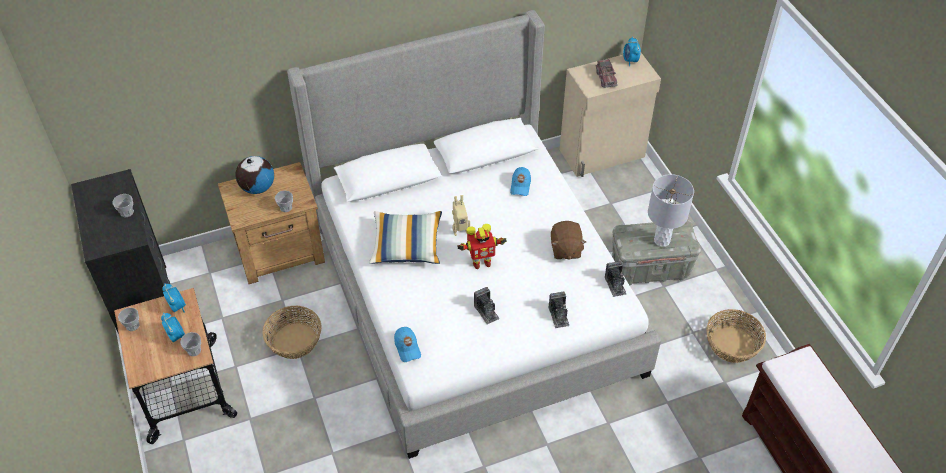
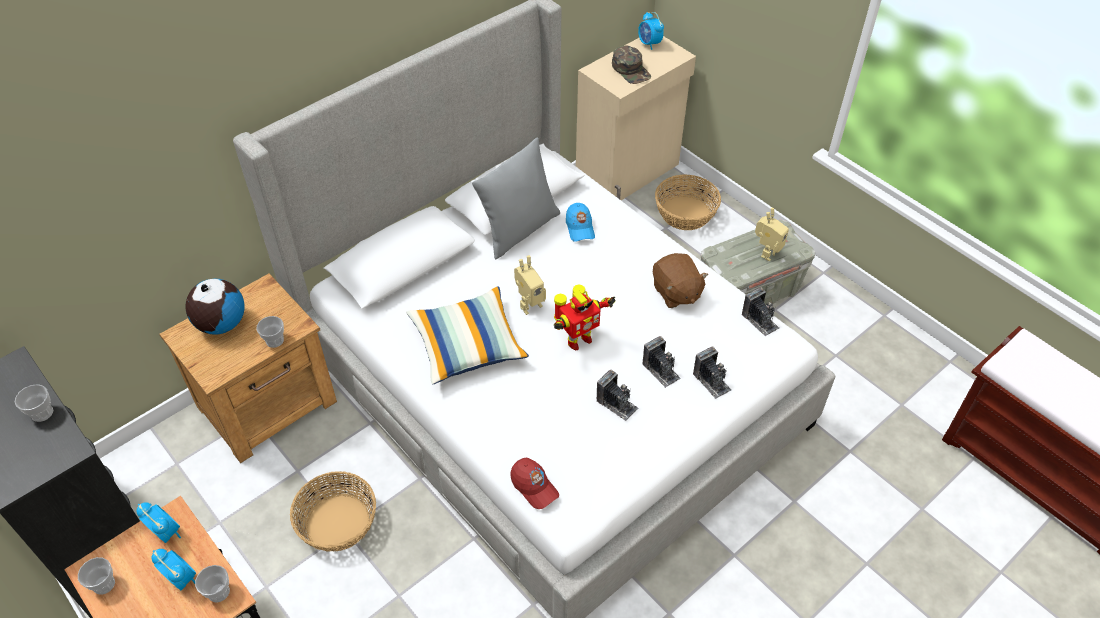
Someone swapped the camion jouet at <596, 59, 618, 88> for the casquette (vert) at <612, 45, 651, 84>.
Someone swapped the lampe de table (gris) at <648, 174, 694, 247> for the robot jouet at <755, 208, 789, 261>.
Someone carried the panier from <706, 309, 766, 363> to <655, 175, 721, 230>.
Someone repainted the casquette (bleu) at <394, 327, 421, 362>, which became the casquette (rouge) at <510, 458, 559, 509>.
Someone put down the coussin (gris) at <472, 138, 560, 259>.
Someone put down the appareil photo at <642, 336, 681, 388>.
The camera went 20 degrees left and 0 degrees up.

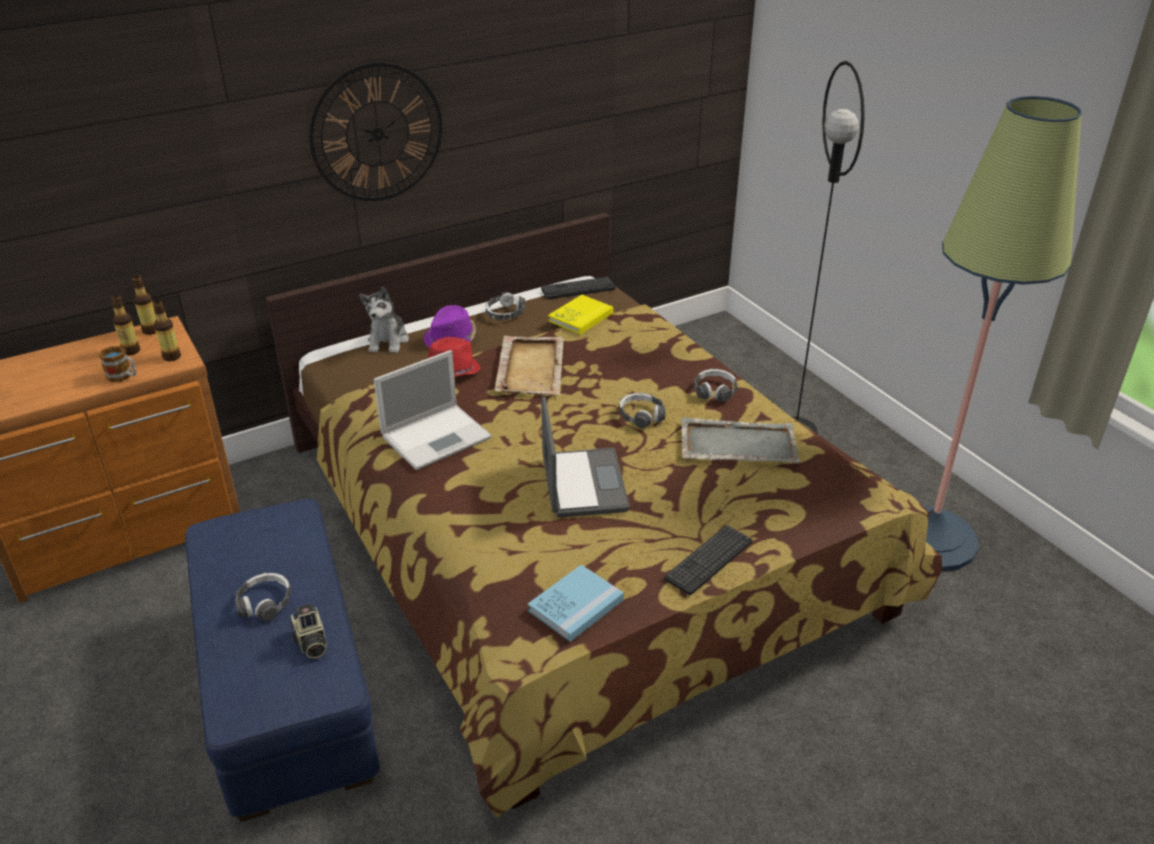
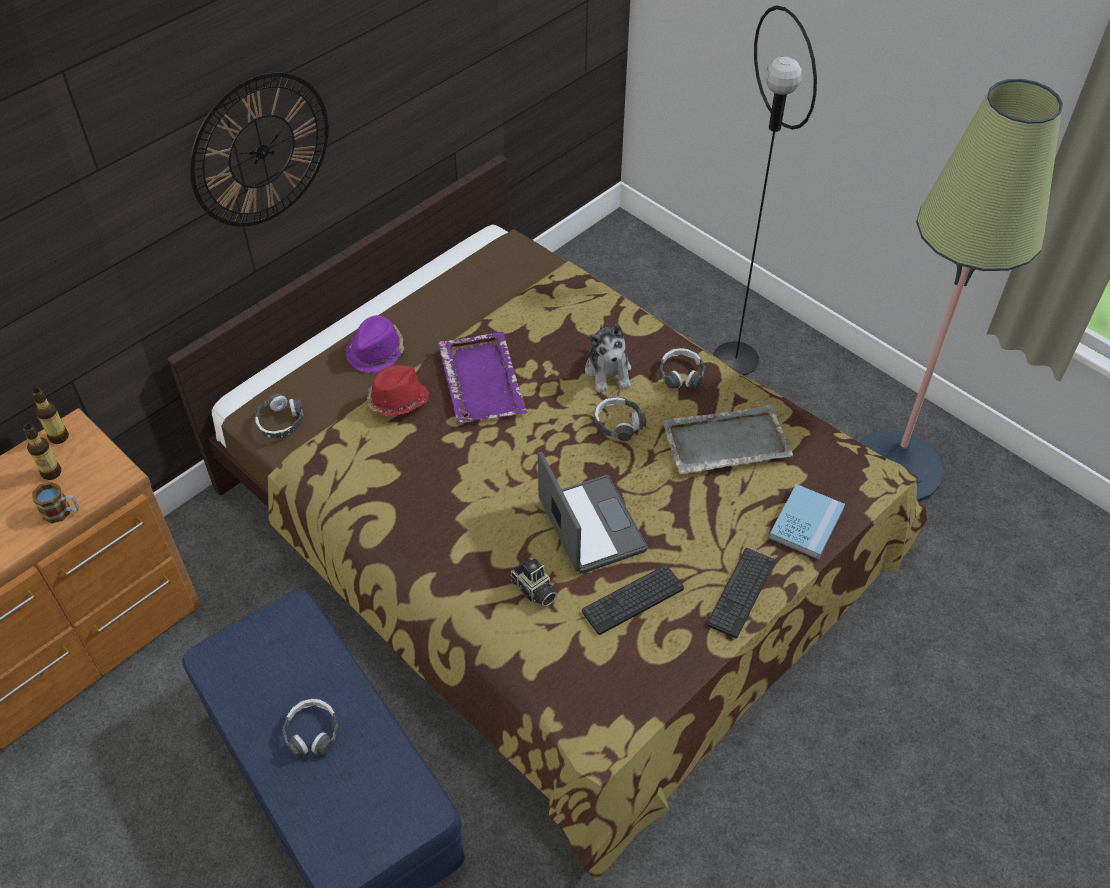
Someone carried the clavier from <541, 277, 615, 299> to <582, 565, 684, 635>.
Someone carried the peluche from <359, 287, 409, 353> to <585, 324, 631, 393>.
Someone carried the casque audio from <486, 292, 525, 320> to <255, 393, 304, 439>.
Someone took away the livre (jaune) at <548, 295, 614, 334>.
Someone took away the bouteille at <153, 300, 181, 361>.
Someone repainted the plateau (beige) at <495, 336, 564, 395>, which became the plateau (violet) at <438, 332, 527, 423>.
Someone took away the ordinateur portable at <374, 350, 492, 470>.
Someone carried the livre (bleu) from <528, 565, 624, 642> to <769, 484, 845, 559>.
Someone carried the appareil photo from <290, 604, 327, 659> to <509, 558, 557, 607>.
The camera went 15 degrees left and 15 degrees up.

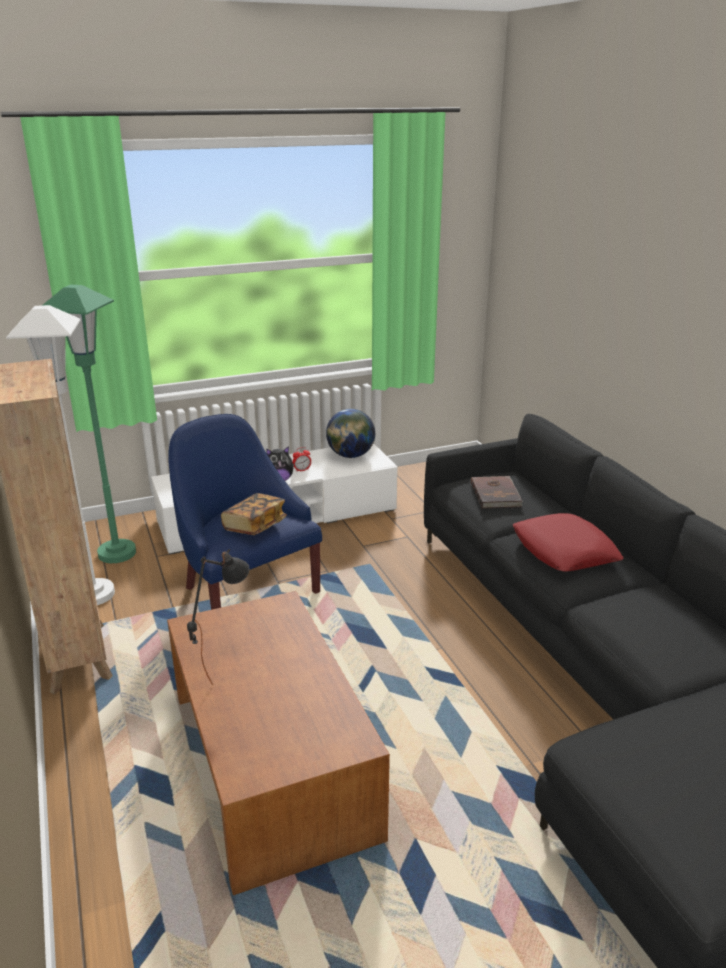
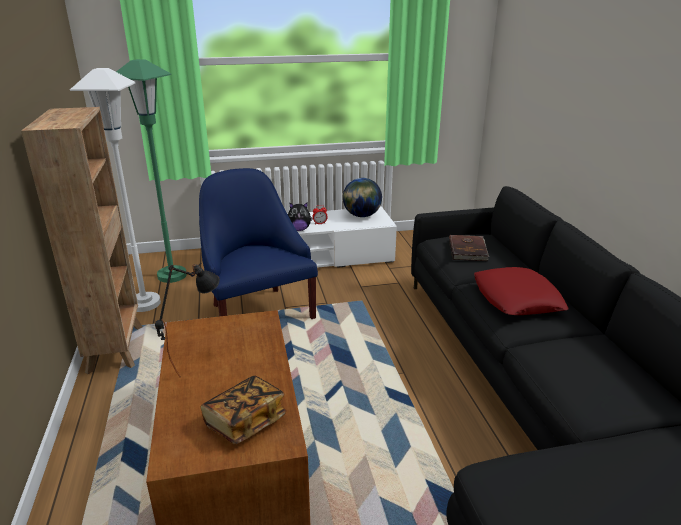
Someone carried the livre from <221, 493, 287, 535> to <201, 376, 286, 444>.
The camera went 10 degrees right and 0 degrees up.

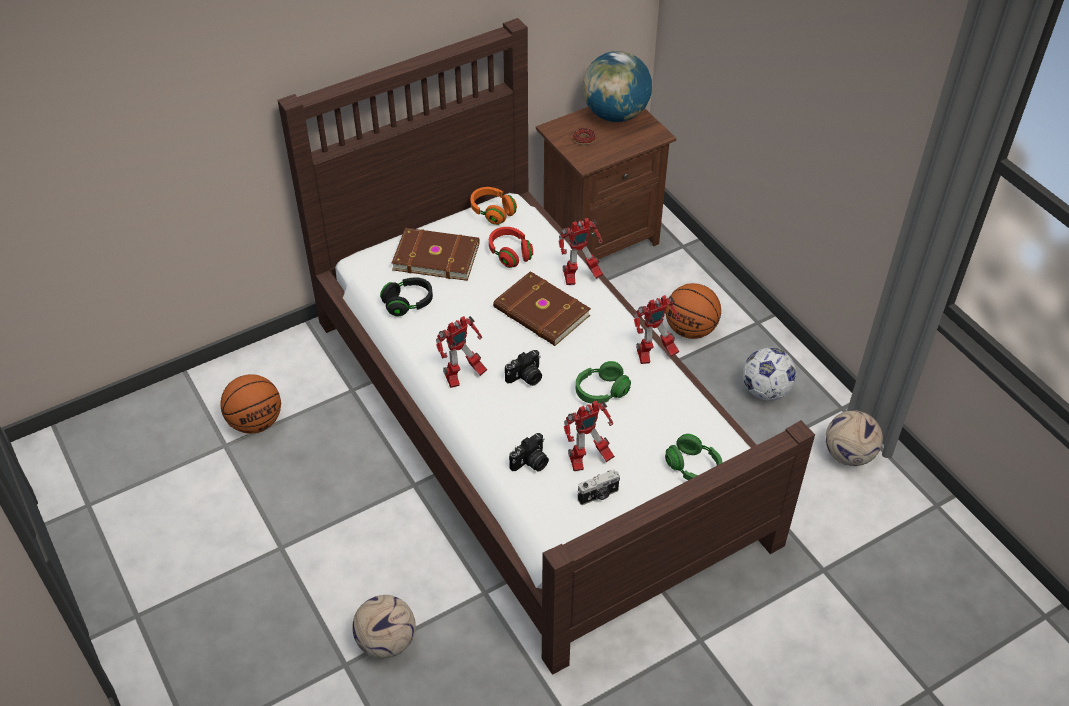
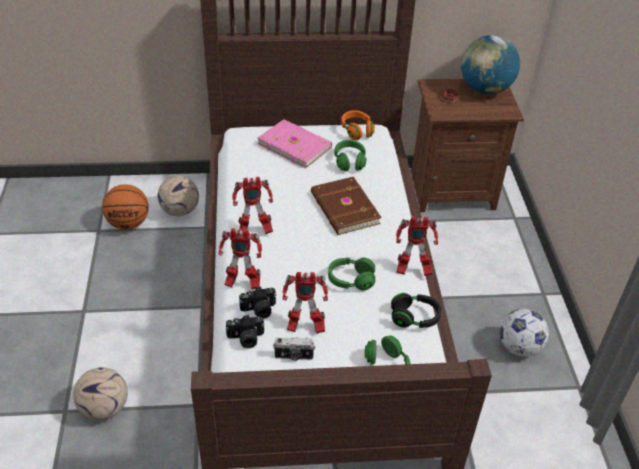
Someone carried the robot jouet from <558, 218, 603, 285> to <219, 228, 262, 289>.
Someone repainted the casque audio (rouge) at <489, 227, 533, 268>, which became the casque audio (vert) at <334, 140, 367, 171>.
Someone repainted the livre (marron) at <392, 228, 479, 281>, which became the livre (rose) at <258, 119, 332, 169>.
Someone carried the casque audio (noir) from <380, 277, 433, 316> to <391, 293, 441, 328>.
Someone took away the ballon de basket at <666, 283, 721, 339>.
Someone carried the appareil photo from <505, 350, 542, 386> to <226, 315, 265, 348>.
Someone carried the ballon de foot from <825, 410, 883, 466> to <158, 176, 199, 216>.
The camera went 25 degrees right and 5 degrees down.

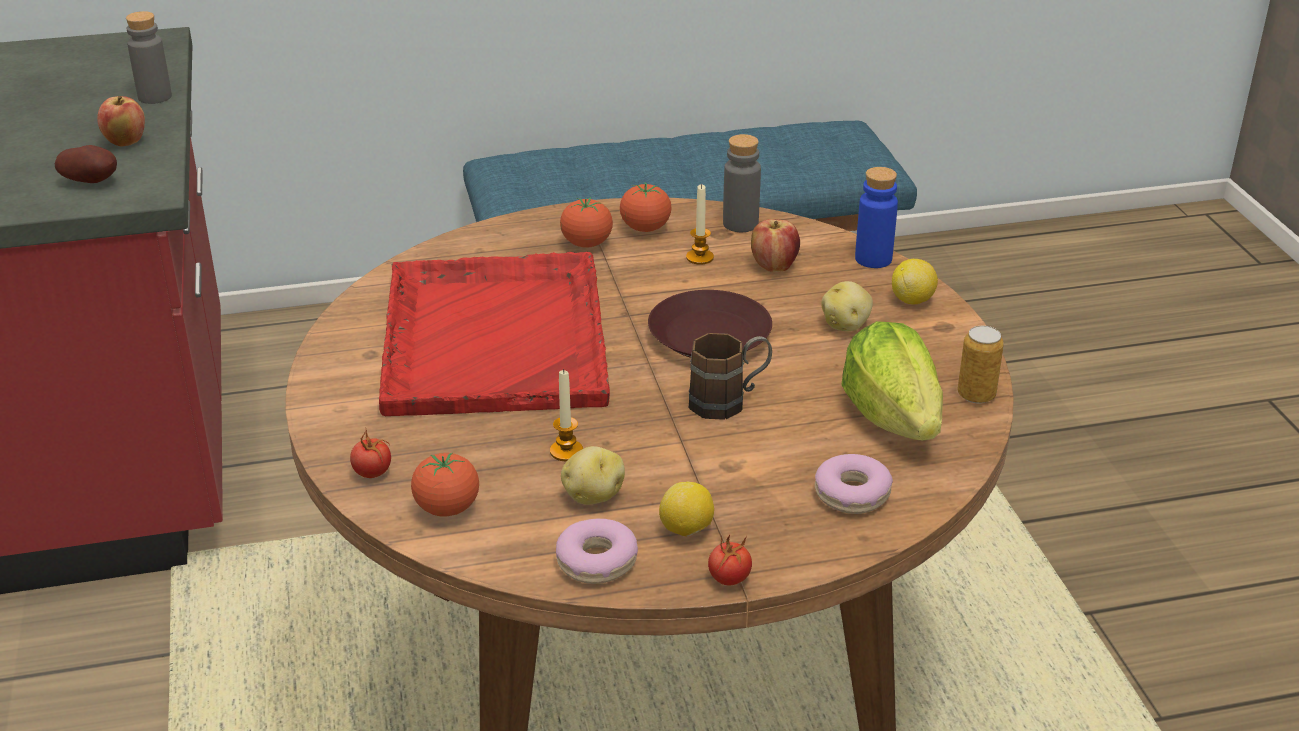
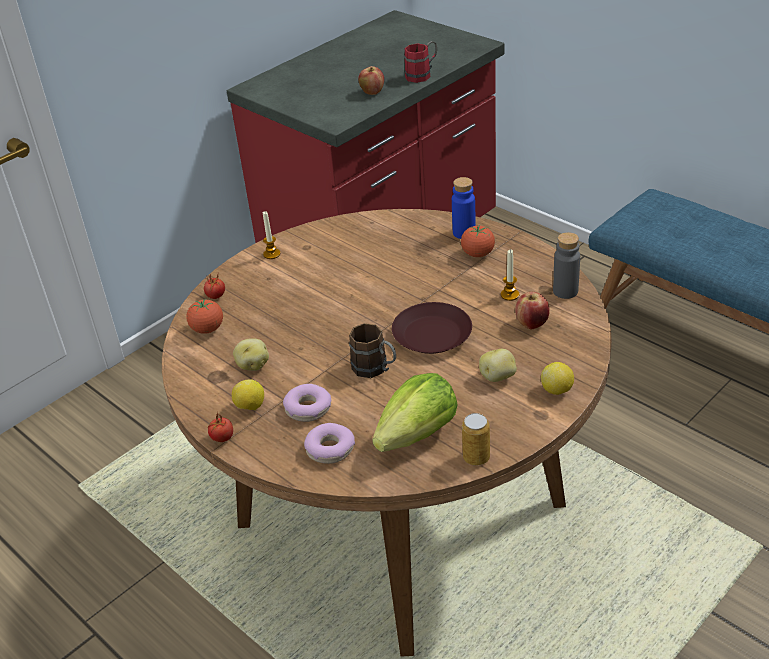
Someone swapped the bouteille (gris) at <126, 11, 172, 104> for the mug (rouge) at <404, 41, 437, 83>.
Someone took away the pomme de terre at <55, 145, 117, 183>.
Someone carried the bouteille (bleu) from <855, 167, 898, 268> to <452, 177, 476, 239>.
Someone took away the tomate at <620, 182, 671, 232>.
Someone took away the plateau (rouge) at <379, 252, 610, 416>.
Someone carried the bougie from <550, 369, 583, 461> to <263, 211, 280, 259>.
Someone carried the beignet from <556, 519, 638, 584> to <283, 384, 331, 422>.
The camera went 60 degrees right and 5 degrees up.

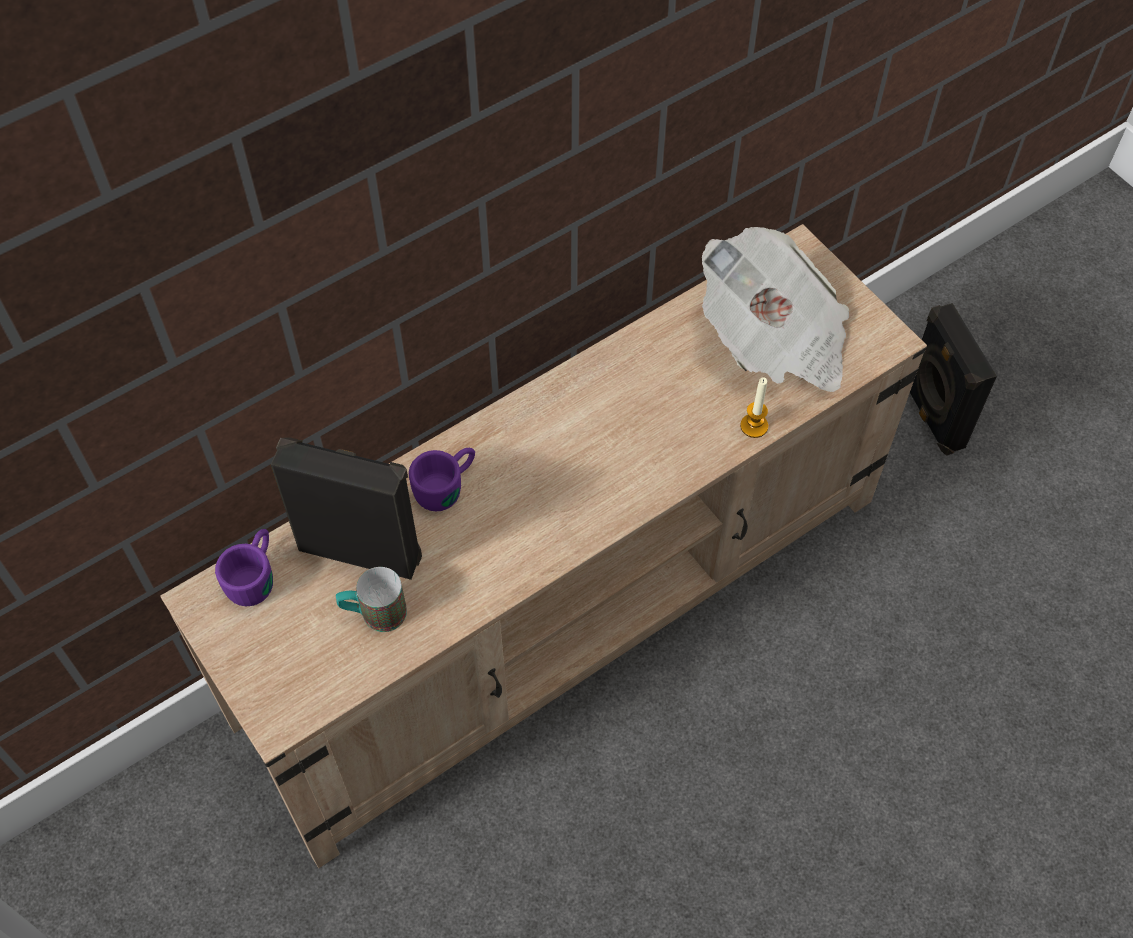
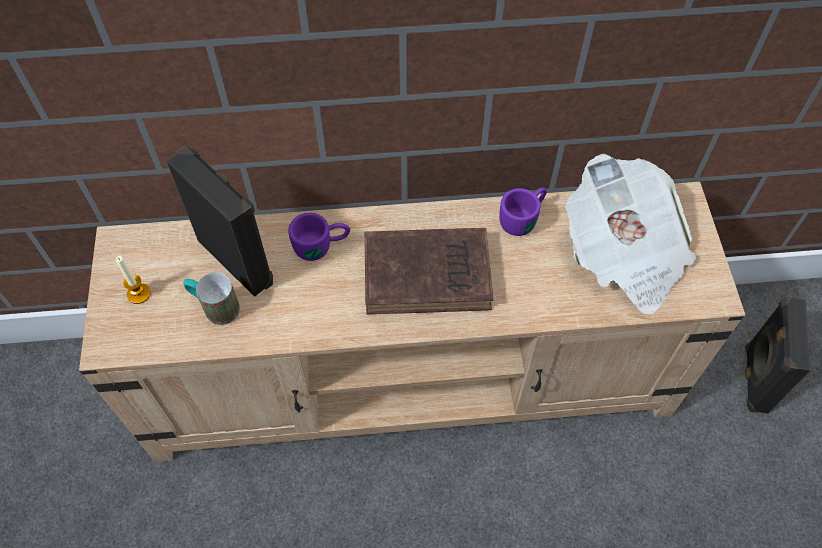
Someone carried the bougie from <740, 377, 768, 438> to <116, 256, 151, 304>.
Someone carried the mug (violet) from <215, 529, 273, 606> to <499, 187, 547, 236>.
Someone put down the livre (marron) at <364, 228, 493, 315>.
The camera went 30 degrees right and 0 degrees up.

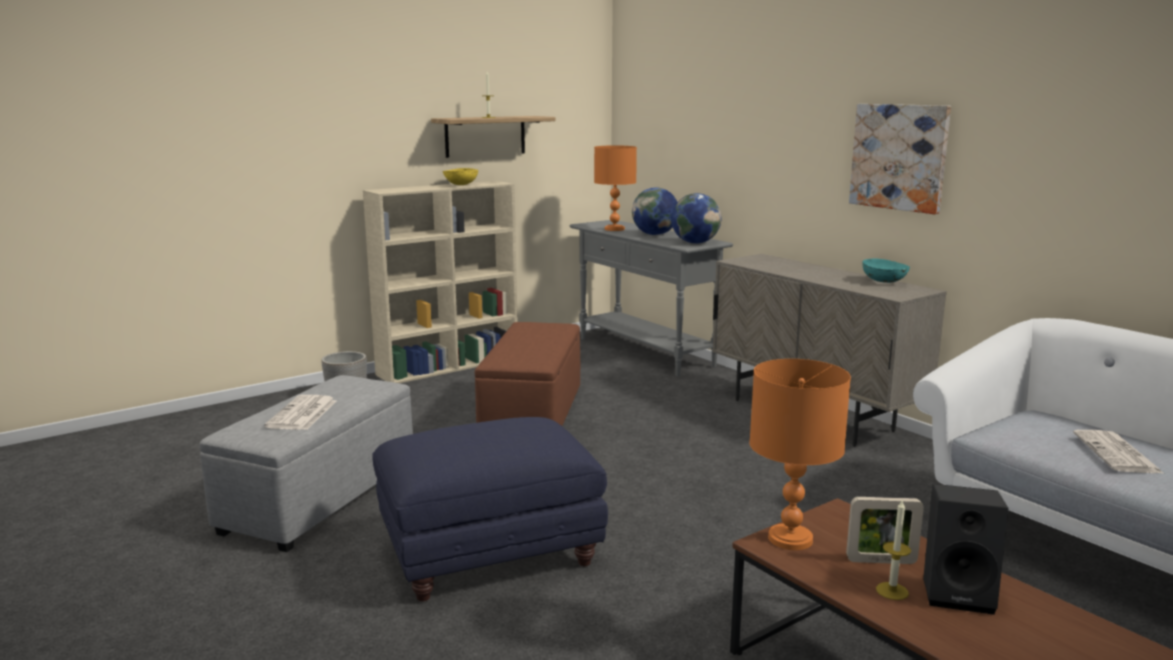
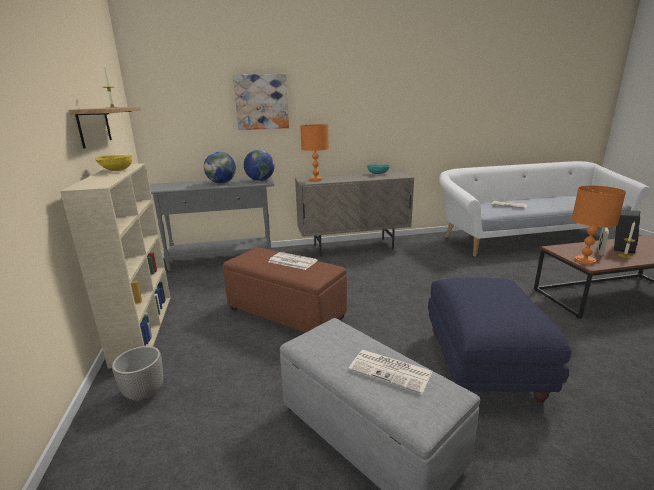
Someone carried the tableau from <849, 104, 951, 214> to <233, 74, 289, 130>.
Someone carried the lampe de table (orange) from <594, 145, 637, 231> to <300, 124, 329, 181>.
Someone put down the journal at <269, 252, 318, 270>.
The camera went 65 degrees left and 5 degrees up.

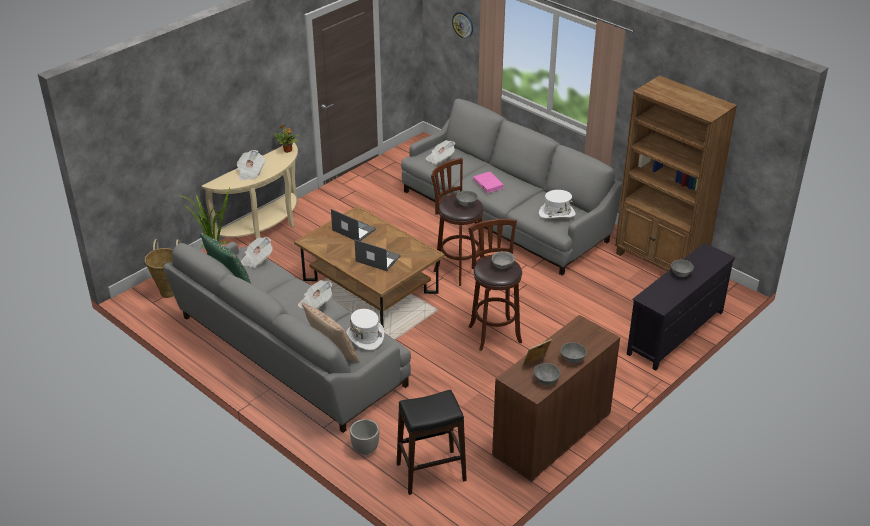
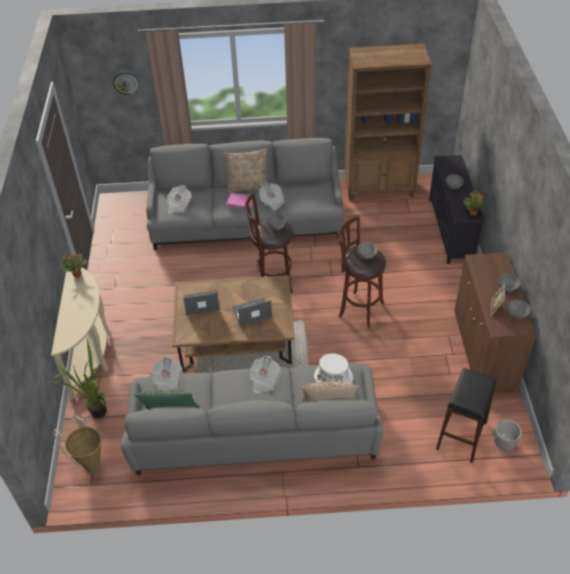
Someone carried the journal from <237, 150, 266, 180> to <259, 182, 285, 211>.
Someone took away the chapeau (blanc) at <539, 190, 576, 219>.
Someone carried the cache-pot from <350, 419, 379, 455> to <494, 420, 522, 451>.
Someone put down the coussin (beige) at <223, 149, 268, 193>.
Someone put down the plante en pot at <463, 190, 487, 216>.
The camera went 45 degrees left and 10 degrees up.

